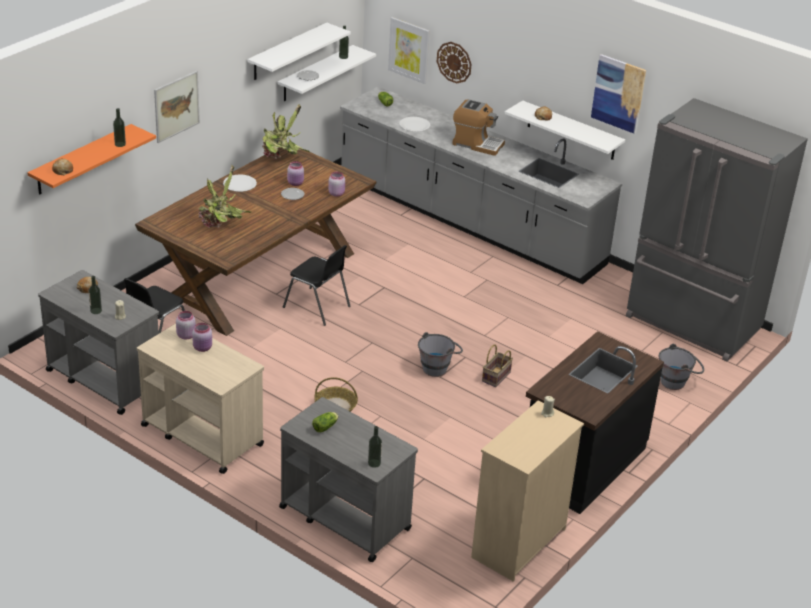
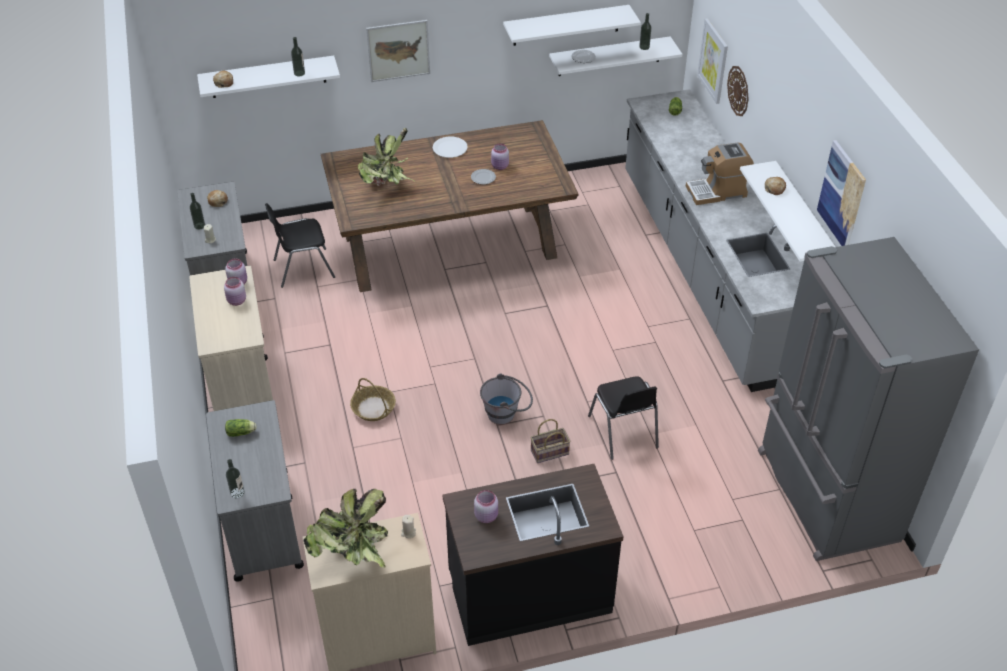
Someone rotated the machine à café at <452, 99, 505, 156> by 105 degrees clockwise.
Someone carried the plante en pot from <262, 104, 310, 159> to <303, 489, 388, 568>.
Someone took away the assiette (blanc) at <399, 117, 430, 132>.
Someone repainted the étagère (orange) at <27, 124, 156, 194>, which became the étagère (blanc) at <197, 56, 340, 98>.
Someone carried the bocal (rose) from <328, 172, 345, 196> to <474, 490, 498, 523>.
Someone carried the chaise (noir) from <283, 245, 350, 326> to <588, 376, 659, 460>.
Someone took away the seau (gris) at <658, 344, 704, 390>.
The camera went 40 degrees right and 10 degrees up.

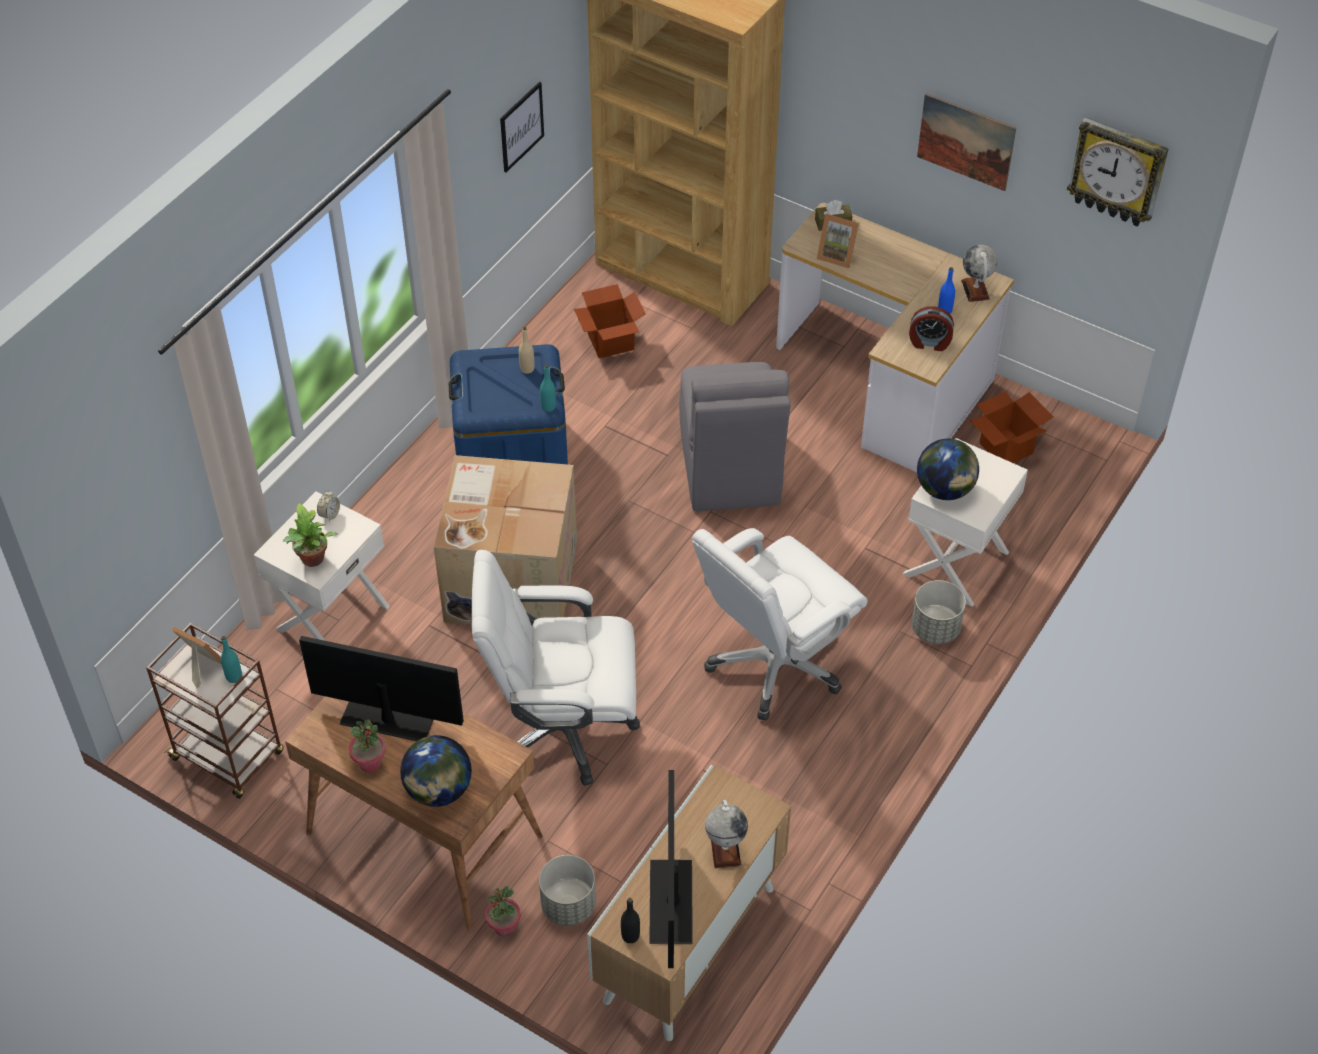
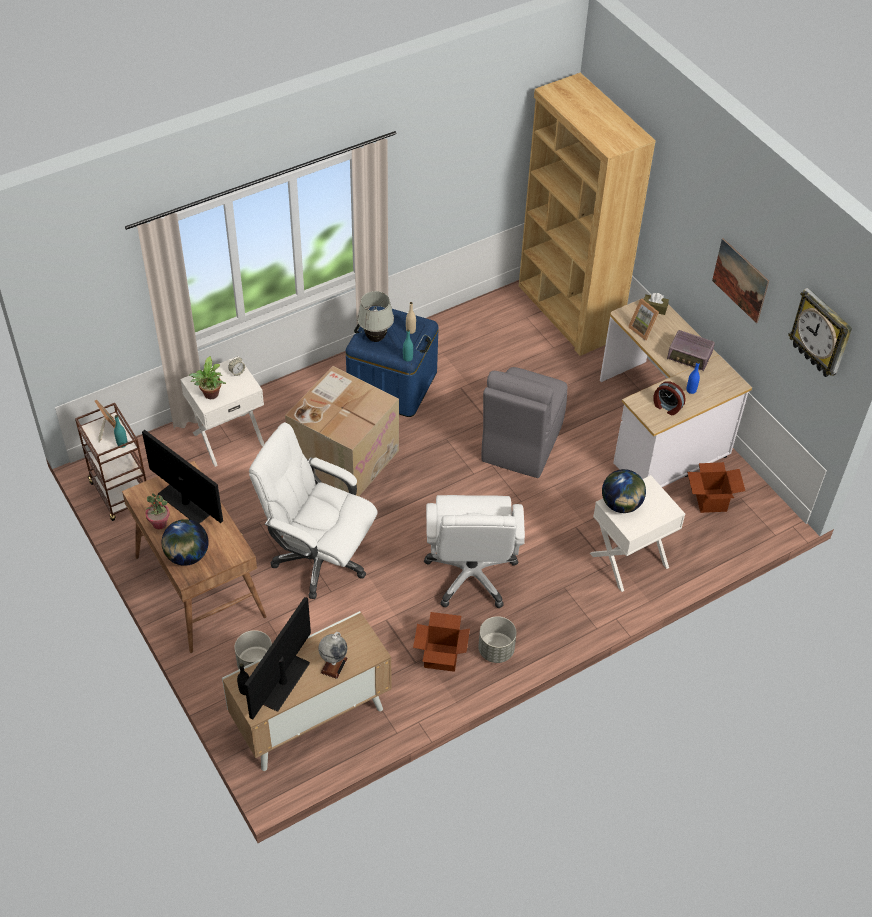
Someone took away the tableau at <500, 82, 544, 173>.
Someone took away the globe at <961, 245, 998, 302>.
Someone carried the carton from <574, 284, 645, 358> to <413, 612, 470, 672>.
Someone rotated the chaise de bureau (blanc) at <692, 528, 868, 720> by 75 degrees counterclockwise.
Someone carried the cache-pot (gris) from <911, 580, 966, 644> to <478, 616, 516, 663>.
Someone took away the plante en pot at <485, 886, 521, 937>.
Someone put down the lampe de table (blanc) at <357, 291, 394, 342>.
Someone put down the radio at <667, 330, 715, 371>.
The camera went 25 degrees right and 0 degrees up.

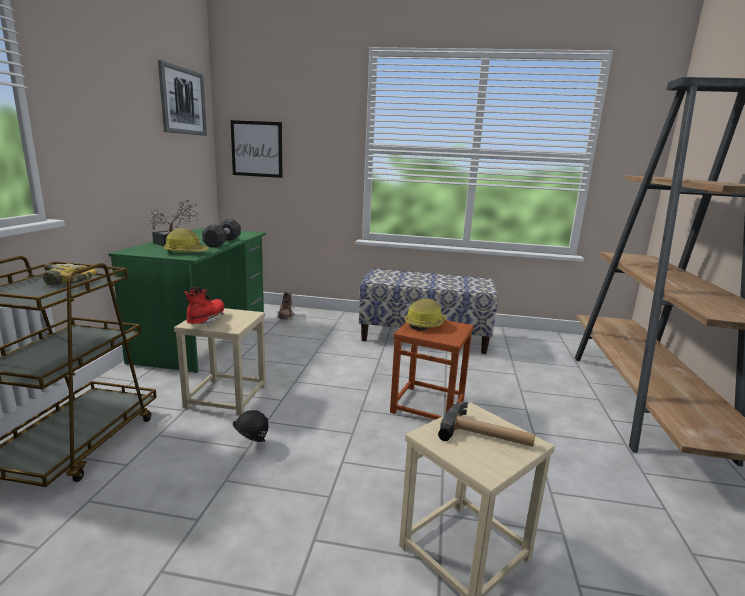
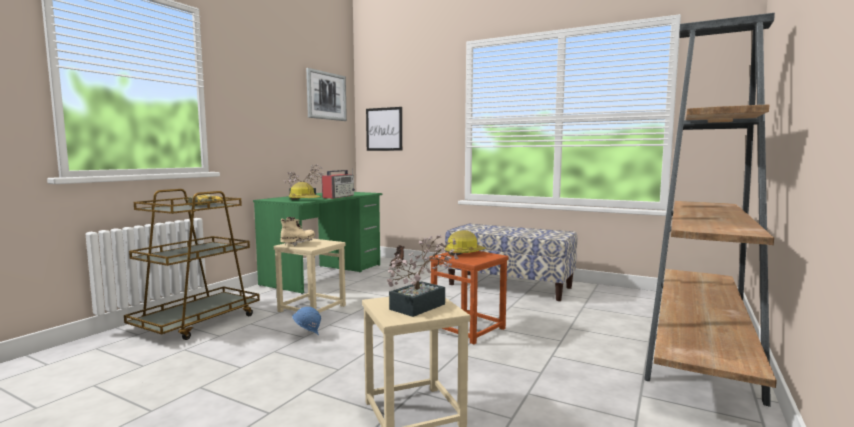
Someone swapped the haltère (noir) at <202, 219, 241, 247> for the radio at <322, 168, 355, 199>.
Someone repainted the botte (rouge) at <185, 287, 224, 327>, which became the botte (beige) at <280, 217, 315, 246>.
Someone swapped the marteau at <438, 402, 535, 447> for the plante en pot at <387, 234, 459, 317>.
Someone repainted the casque de chantier (noir) at <233, 410, 268, 442>, which became the casque de chantier (bleu) at <292, 307, 321, 335>.
The camera went 20 degrees right and 10 degrees down.

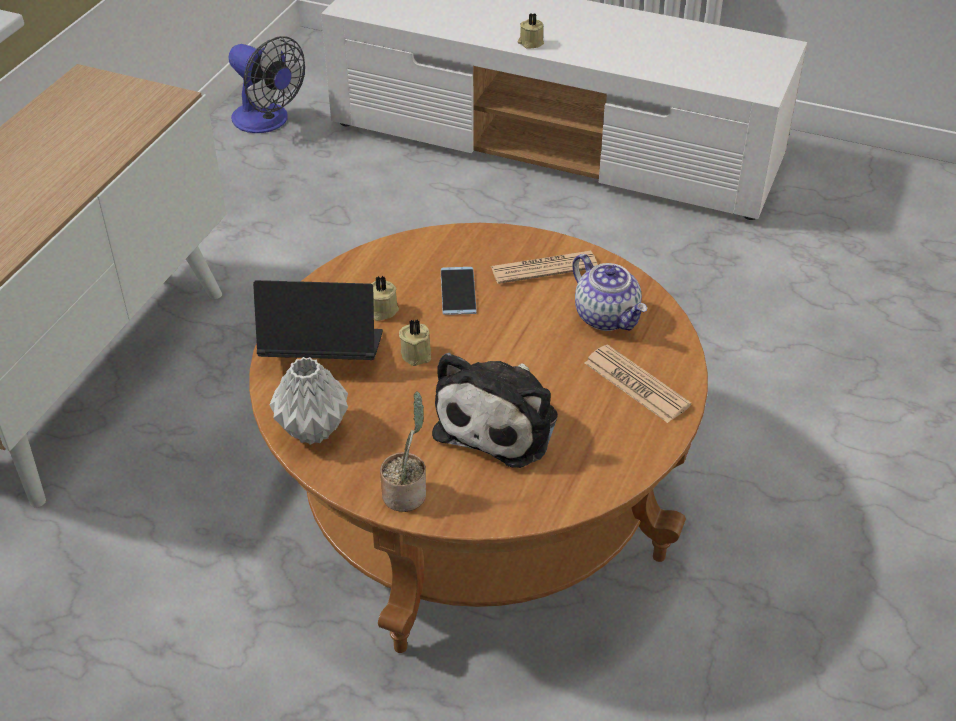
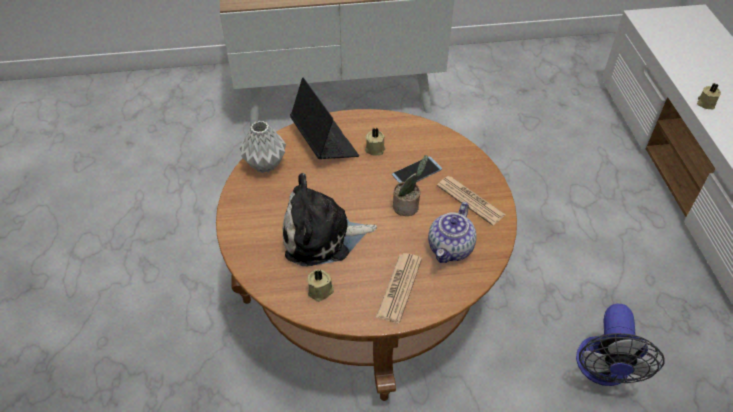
Someone carried the ventilateur from <229, 36, 305, 133> to <576, 304, 664, 386>.
Someone carried the bougie (beige) from <399, 319, 431, 366> to <307, 269, 334, 302>.
Someone carried the plante en pot from <380, 391, 426, 512> to <393, 155, 428, 216>.
The camera went 60 degrees right and 5 degrees up.

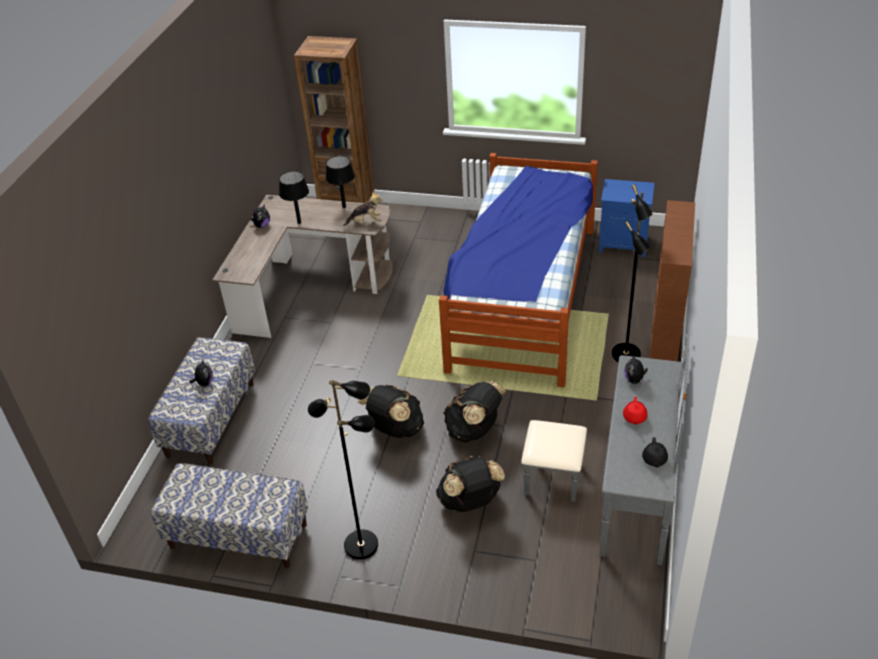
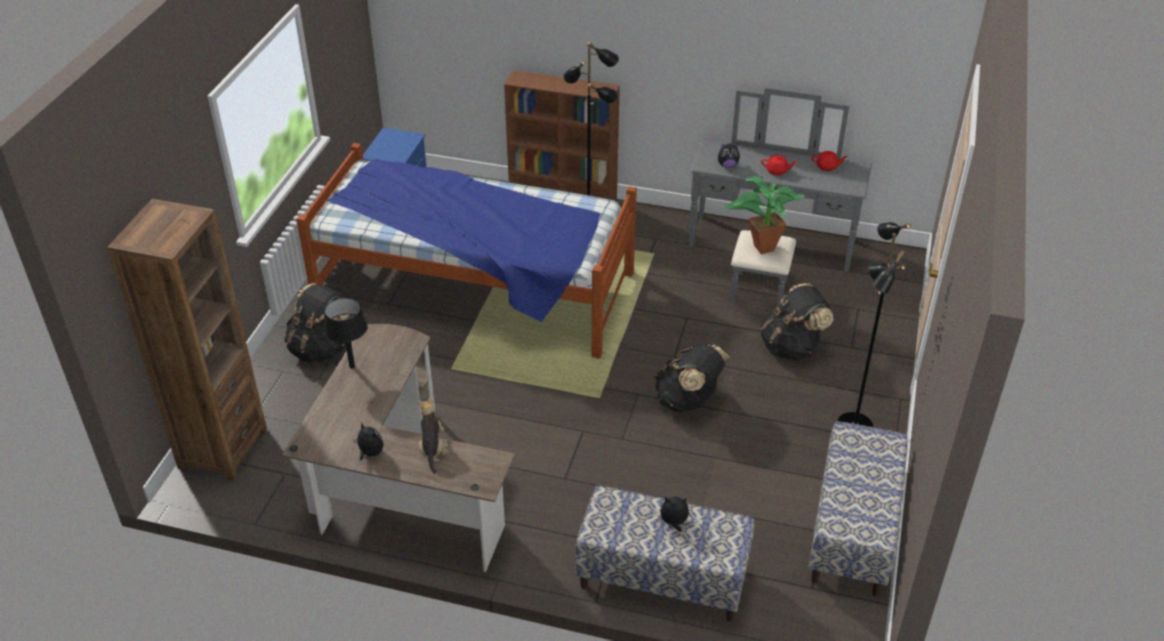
Someone took away the lampe de table (noir) at <279, 171, 309, 224>.
Someone carried the peluche from <343, 191, 382, 226> to <419, 397, 448, 474>.
Someone carried the sac à dos (noir) from <443, 381, 506, 442> to <285, 283, 350, 363>.
Someone repainted the théière (noir) at <642, 437, 668, 467>, which became the théière (rouge) at <811, 151, 848, 171>.
Someone put down the plante en pot at <723, 176, 805, 254>.
The camera went 90 degrees left and 0 degrees up.

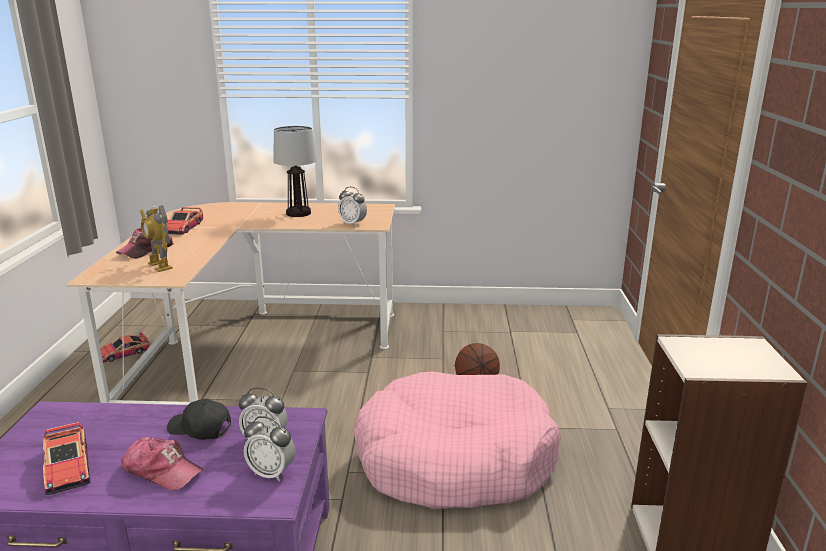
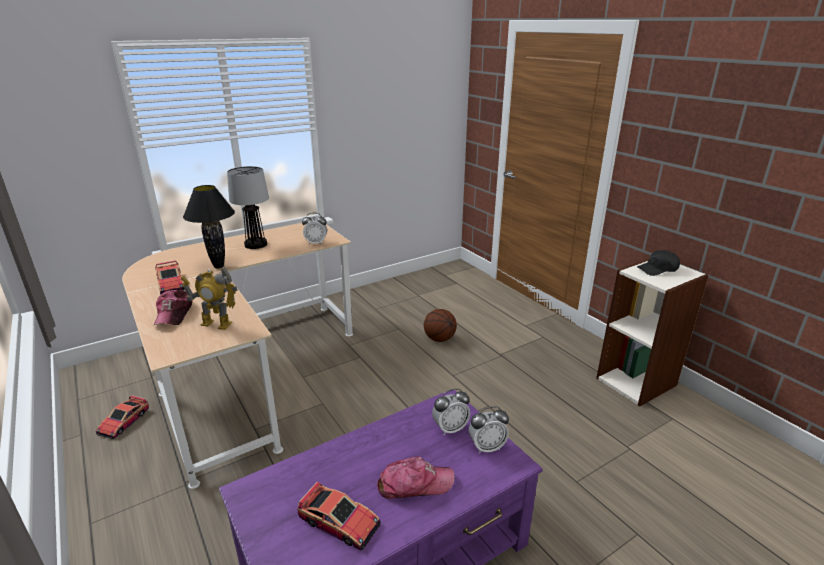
Someone took away the panier pour chien (rose) at <353, 372, 561, 509>.
Someone carried the casquette (noir) from <167, 398, 231, 440> to <637, 250, 680, 276>.
Someone put down the lampe de table (noir) at <183, 185, 235, 268>.
The camera went 35 degrees left and 5 degrees up.

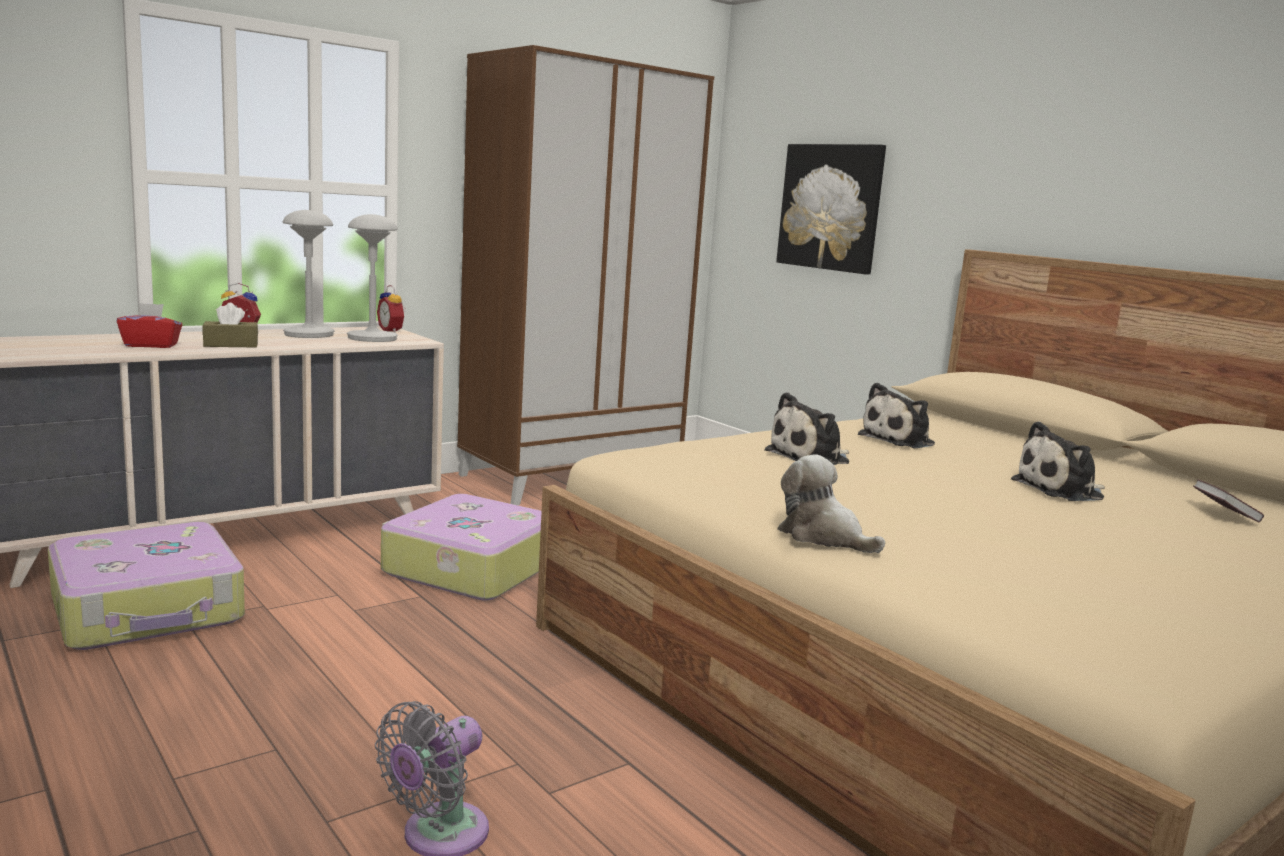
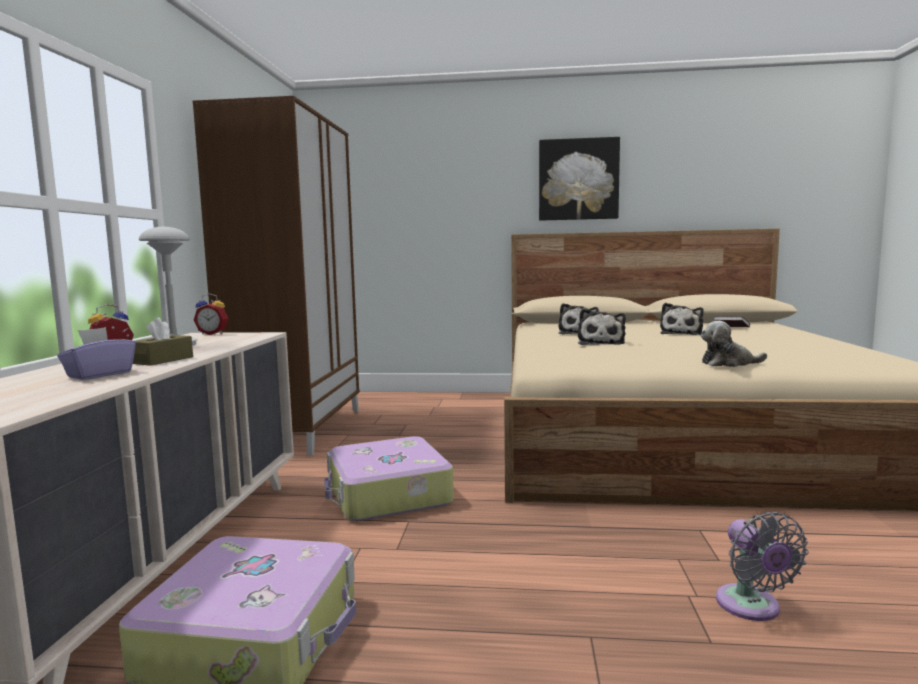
Someone carried the tableau from <776, 144, 886, 274> to <539, 137, 620, 221>.
Someone took away the lampe de table (gris) at <347, 214, 398, 342>.
Someone repainted the boîte à mouchoirs (rouge) at <117, 303, 182, 348>, which became the boîte à mouchoirs (violet) at <57, 327, 136, 380>.
The camera went 45 degrees left and 5 degrees down.

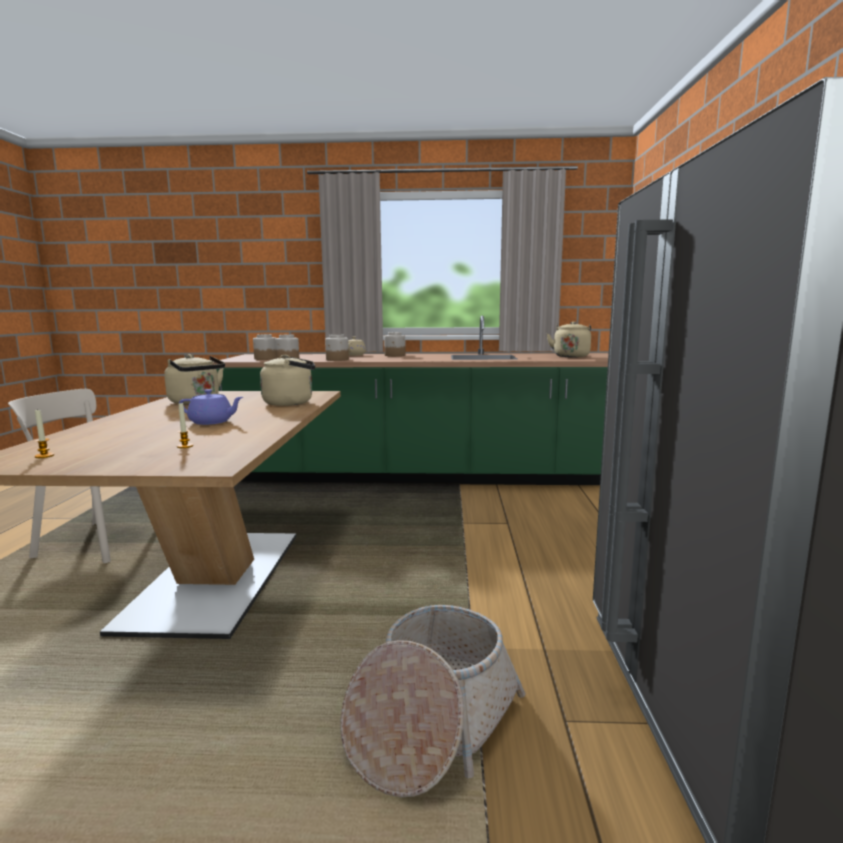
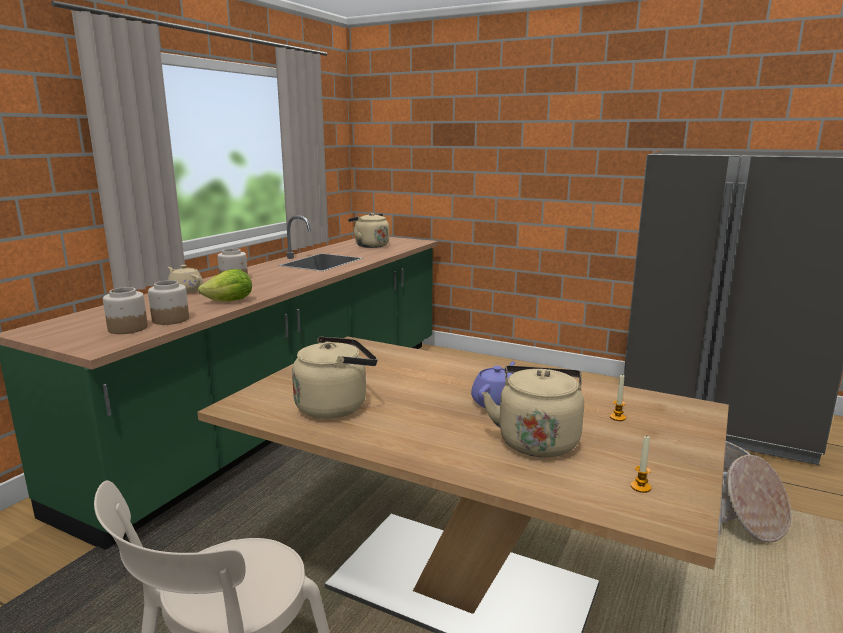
Someone swapped the bocal at <325, 334, 349, 361> for the laitue at <198, 269, 252, 302>.
Someone carried the bouilloire (beige) from <260, 355, 315, 406> to <482, 366, 584, 457>.
The camera went 65 degrees left and 5 degrees up.

